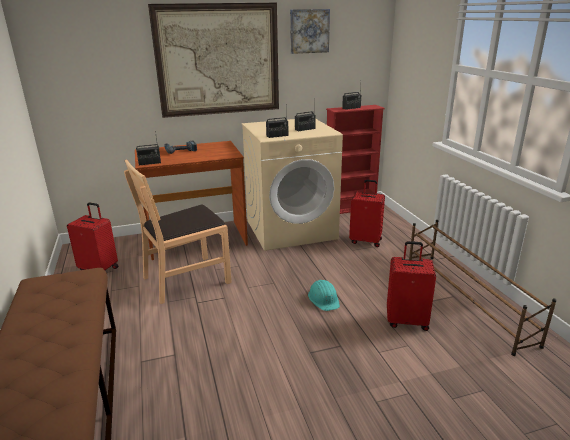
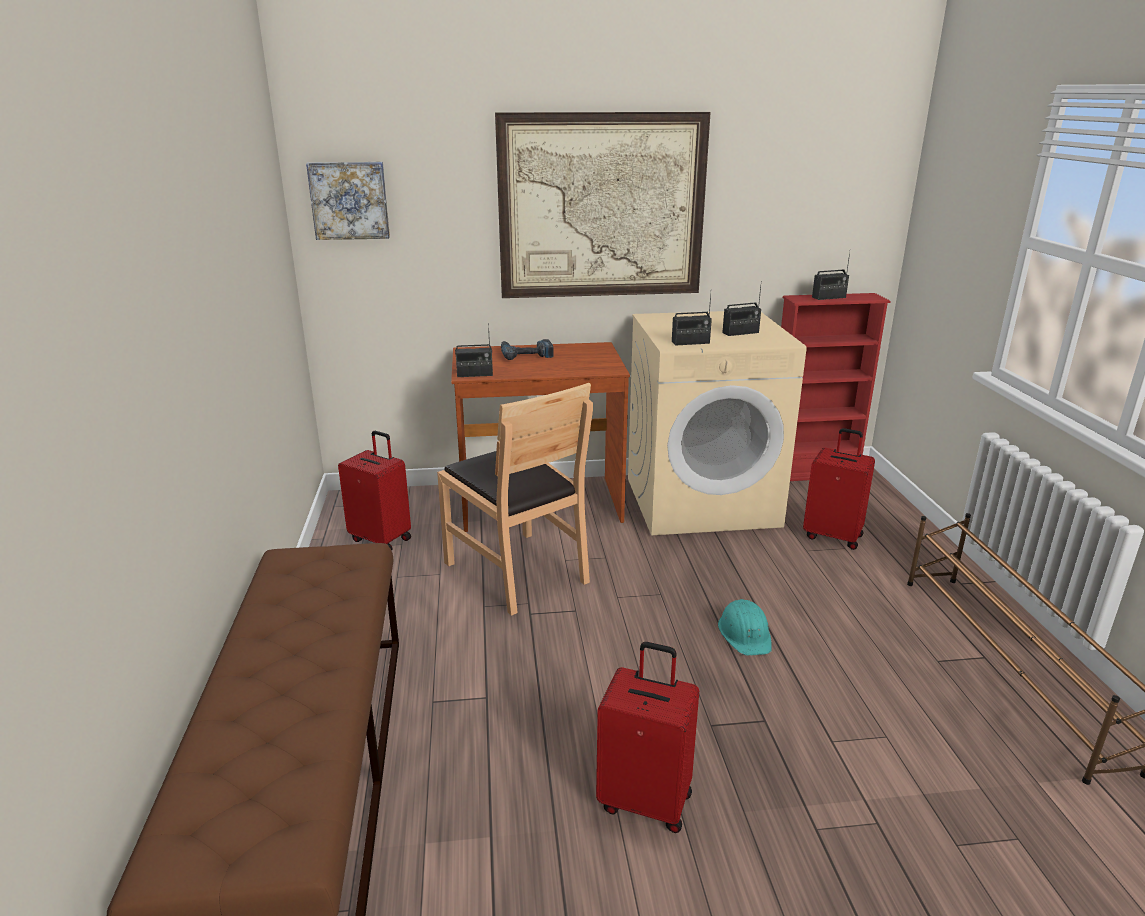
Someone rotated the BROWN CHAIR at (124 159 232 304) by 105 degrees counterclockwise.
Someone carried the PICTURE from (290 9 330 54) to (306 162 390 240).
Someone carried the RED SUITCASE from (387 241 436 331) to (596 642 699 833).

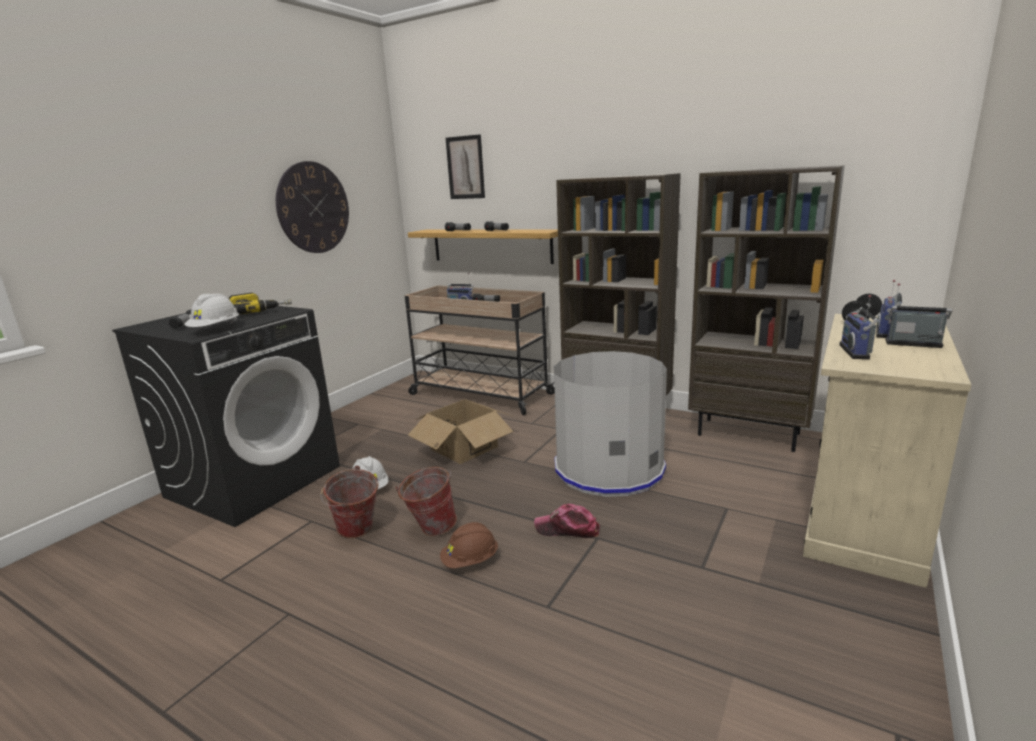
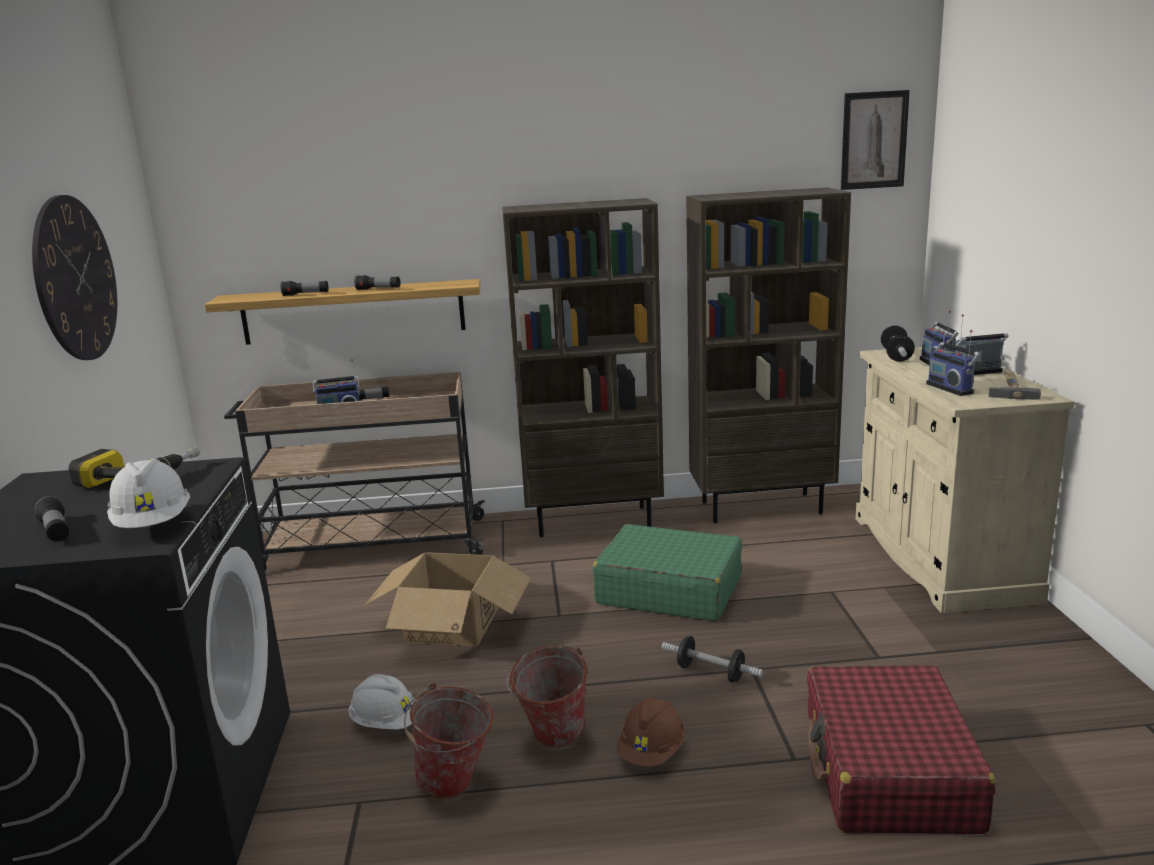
Someone carried the PICTURE from (446 134 485 199) to (841 90 910 190).
Someone swapped the CAP at (534 504 600 538) for the DUMBBELL at (662 636 763 683).
Someone swapped the GREY TRASH CAN at (554 351 667 497) for the GREEN SUITCASE at (593 524 742 621).
Someone put down the RED SUITCASE at (807 665 996 834).
Someone put down the HAMMER at (988 370 1041 400).

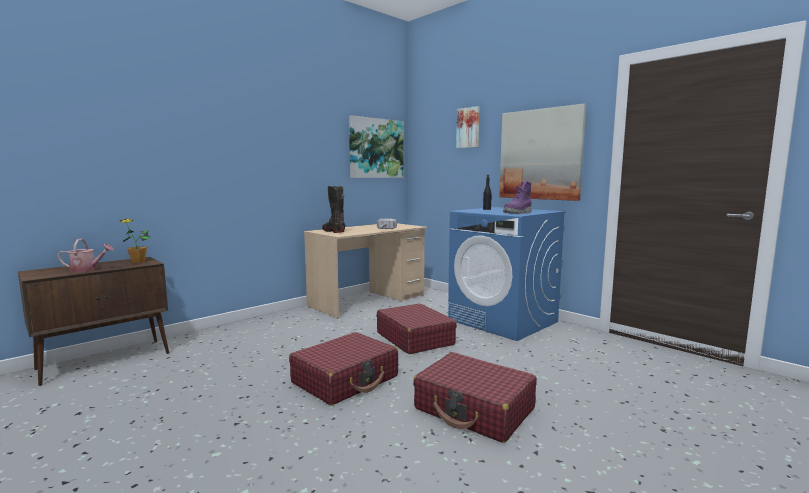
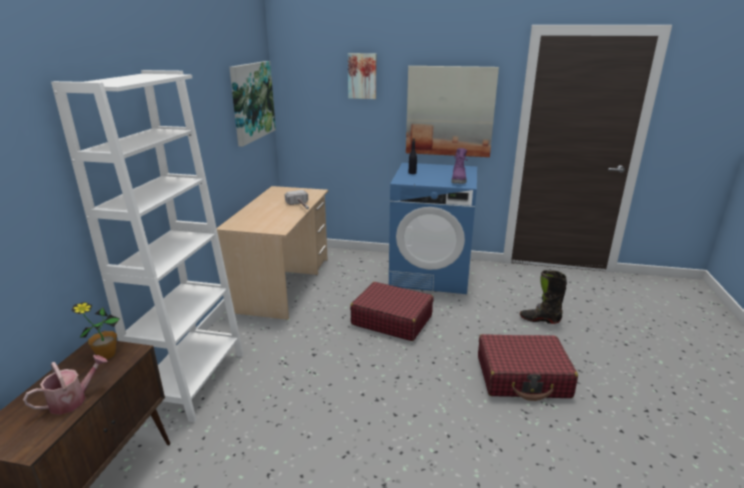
Someone took away the RED SUITCASE at (289 332 398 405).
Someone carried the BLACK BOOT from (322 186 345 233) to (520 270 567 324).
Someone put down the WHITE BOOKCASE at (51 70 244 422).

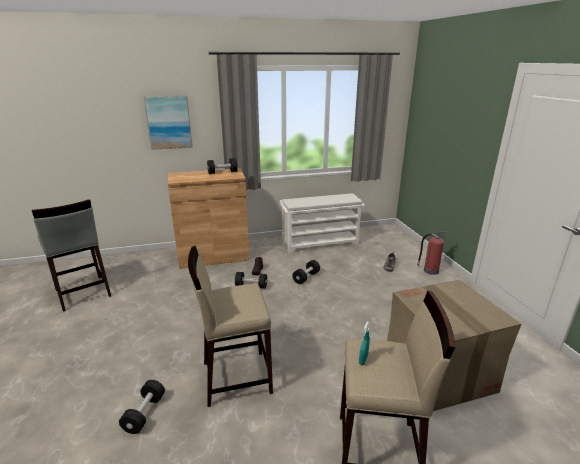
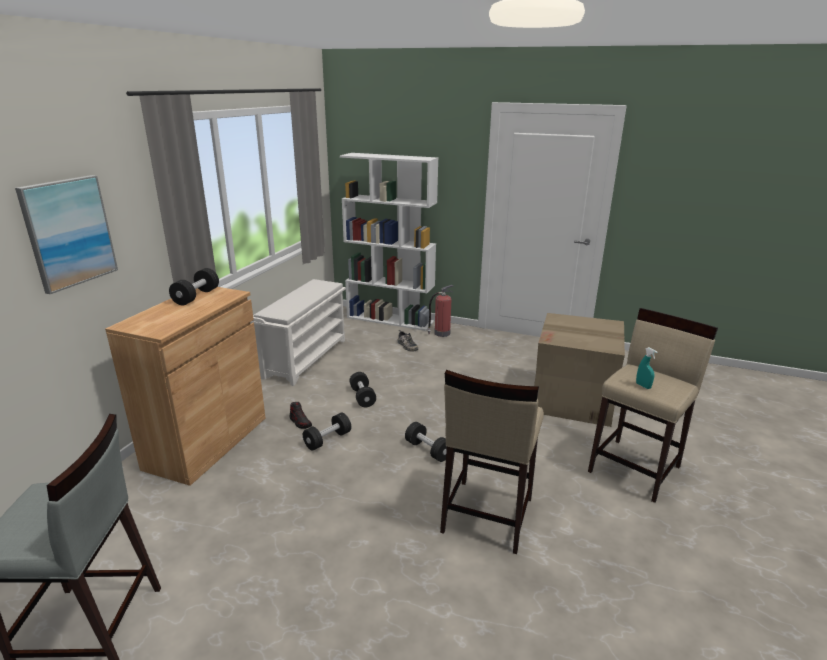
Someone carried the BLACK DUMBBELL from (119 380 165 434) to (405 422 447 462).
Someone put down the WHITE BOOKCASE at (340 153 438 331).

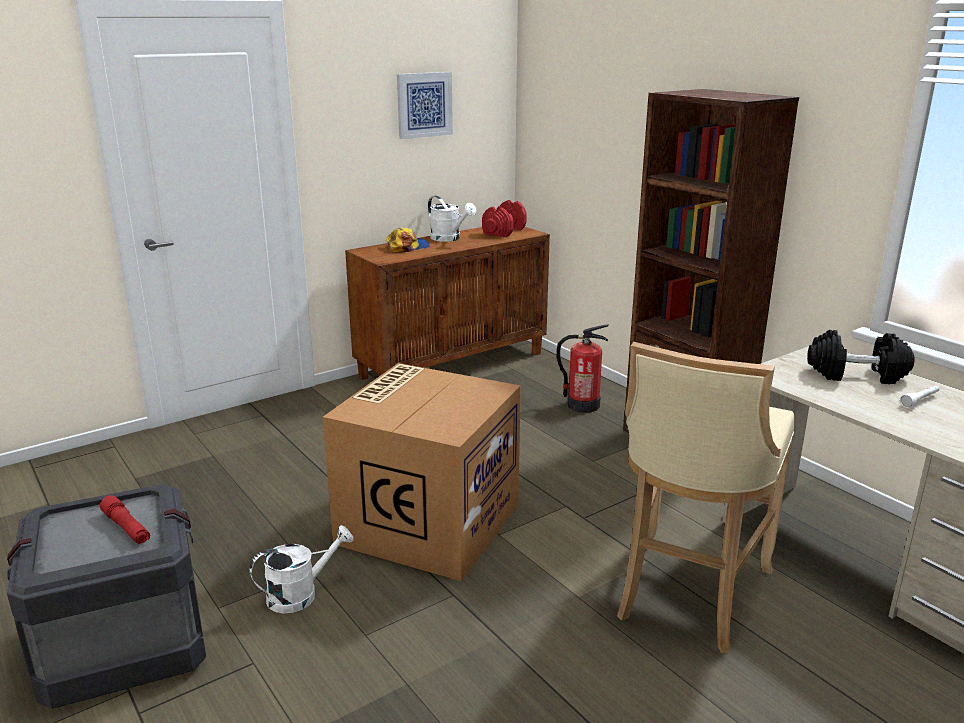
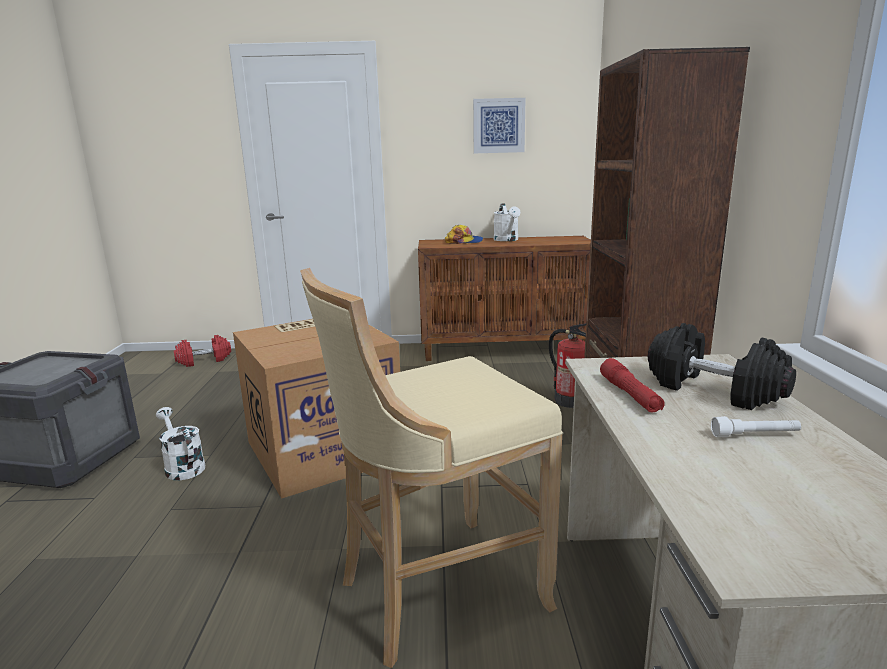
Someone carried the RED FLASHLIGHT from (100 495 150 544) to (600 358 665 412).
Someone rotated the WHITE WATERING CAN at (250 525 354 614) by 135 degrees counterclockwise.
Someone carried the RED DUMBBELL from (482 200 527 237) to (174 335 231 367).

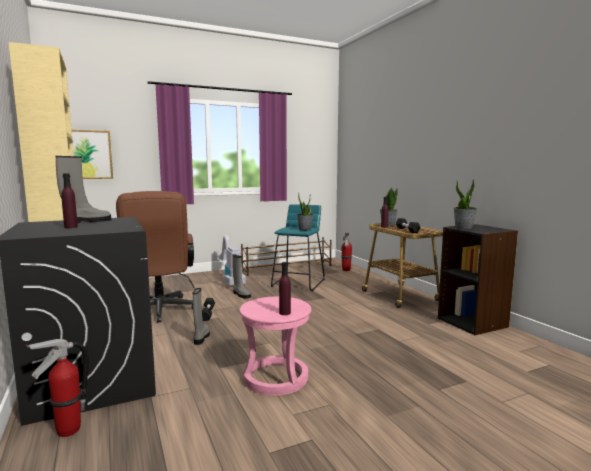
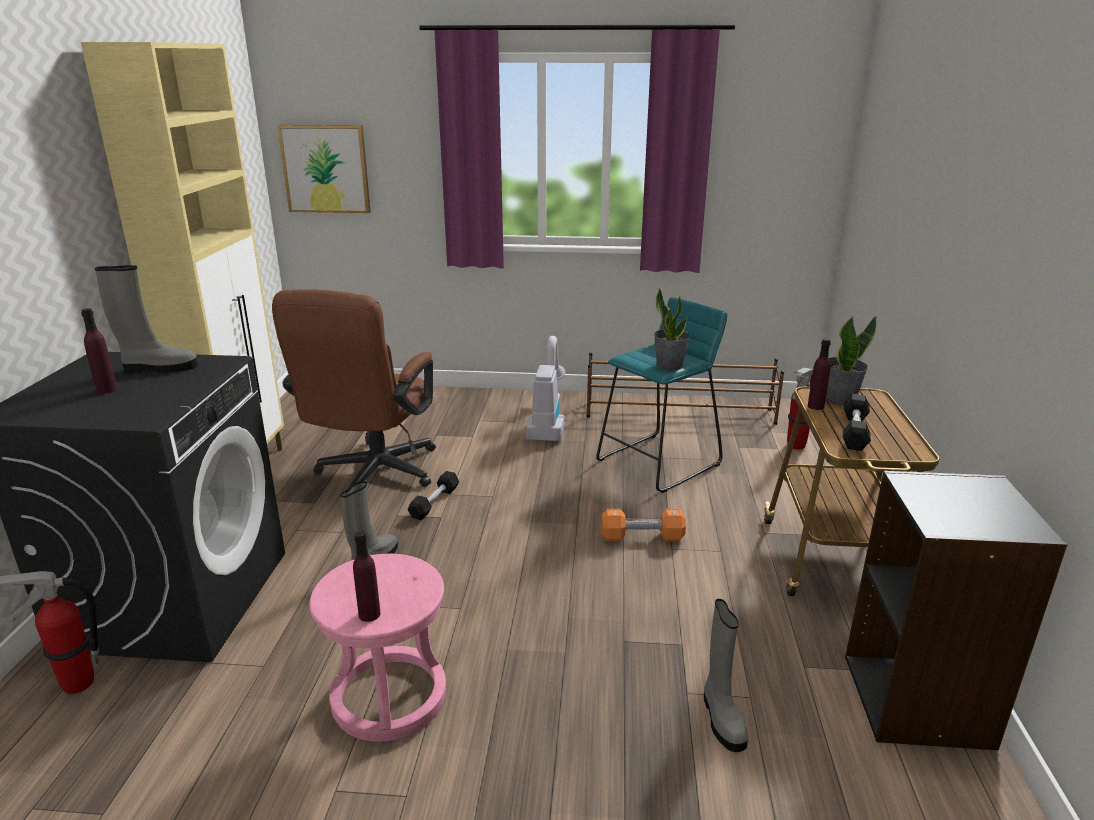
Someone carried the GREY BOOT from (232 254 251 298) to (704 599 748 752).
Someone took away the POTTED PLANT at (454 179 477 229).
Someone put down the ORANGE DUMBBELL at (601 509 686 541).

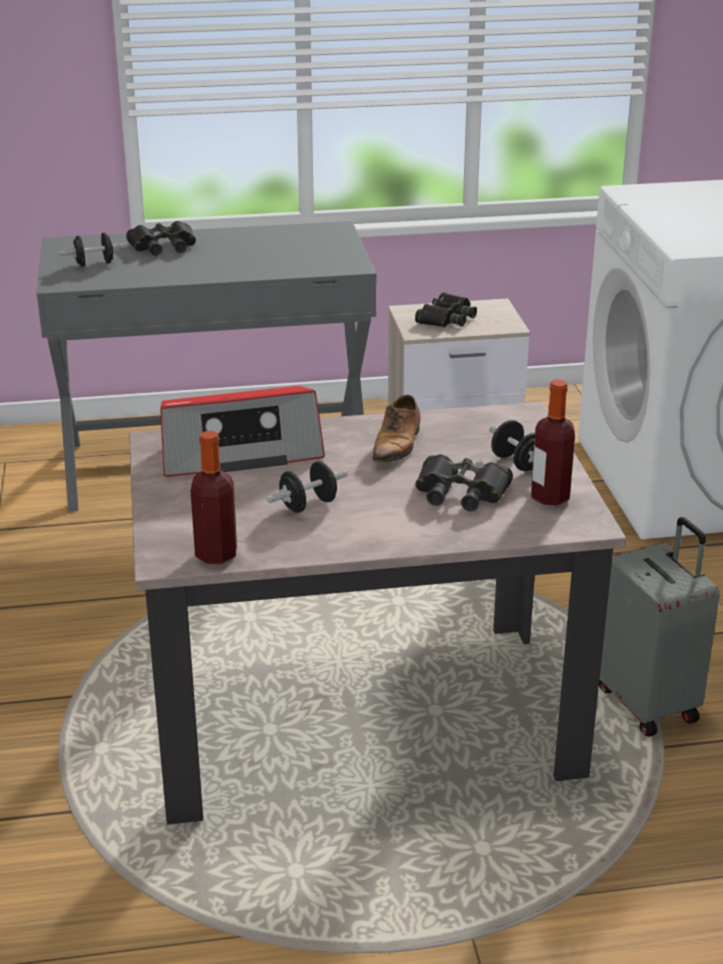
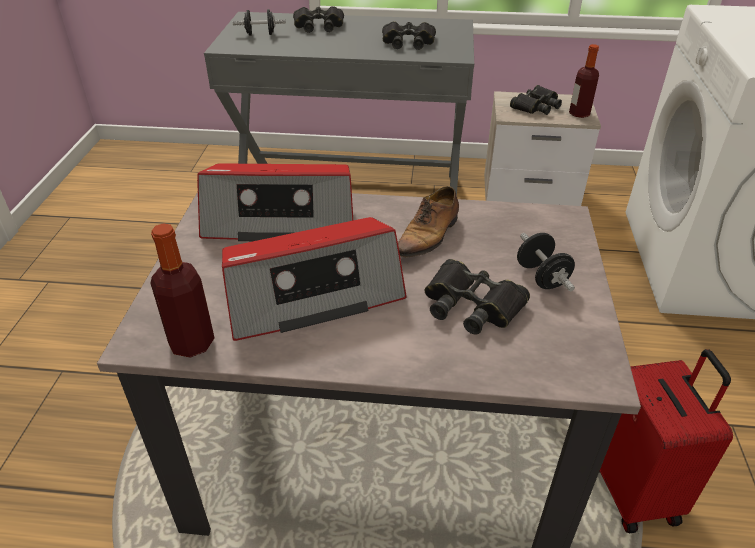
Someone swapped the BLACK DUMBBELL at (267 461 347 513) for the RADIO at (222 217 407 341).
Someone carried the BOTTLE from (531 379 575 505) to (569 44 599 118).
Someone repainted the GREY SUITCASE at (599 517 720 737), which became the RED SUITCASE at (599 349 733 533).
Someone put down the BLACK BINOCULARS at (382 21 436 50).

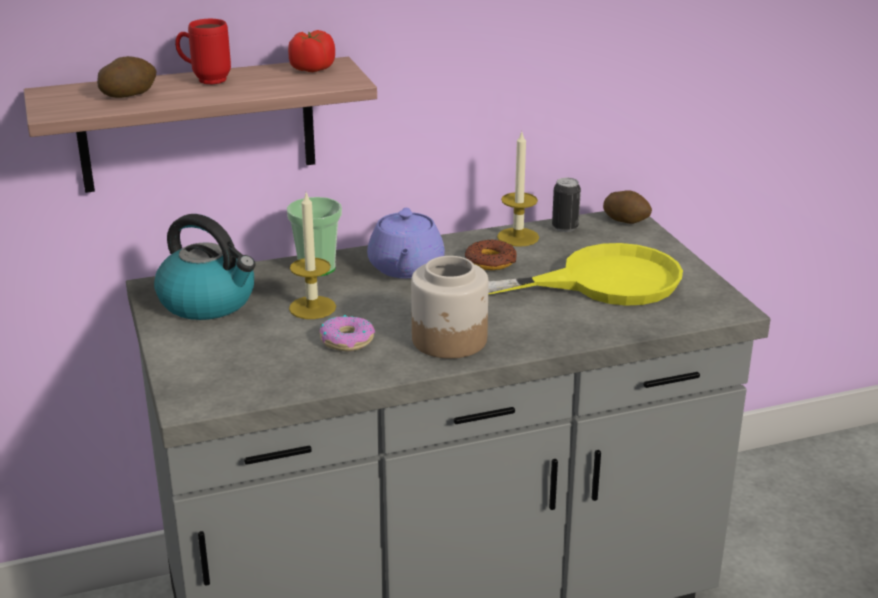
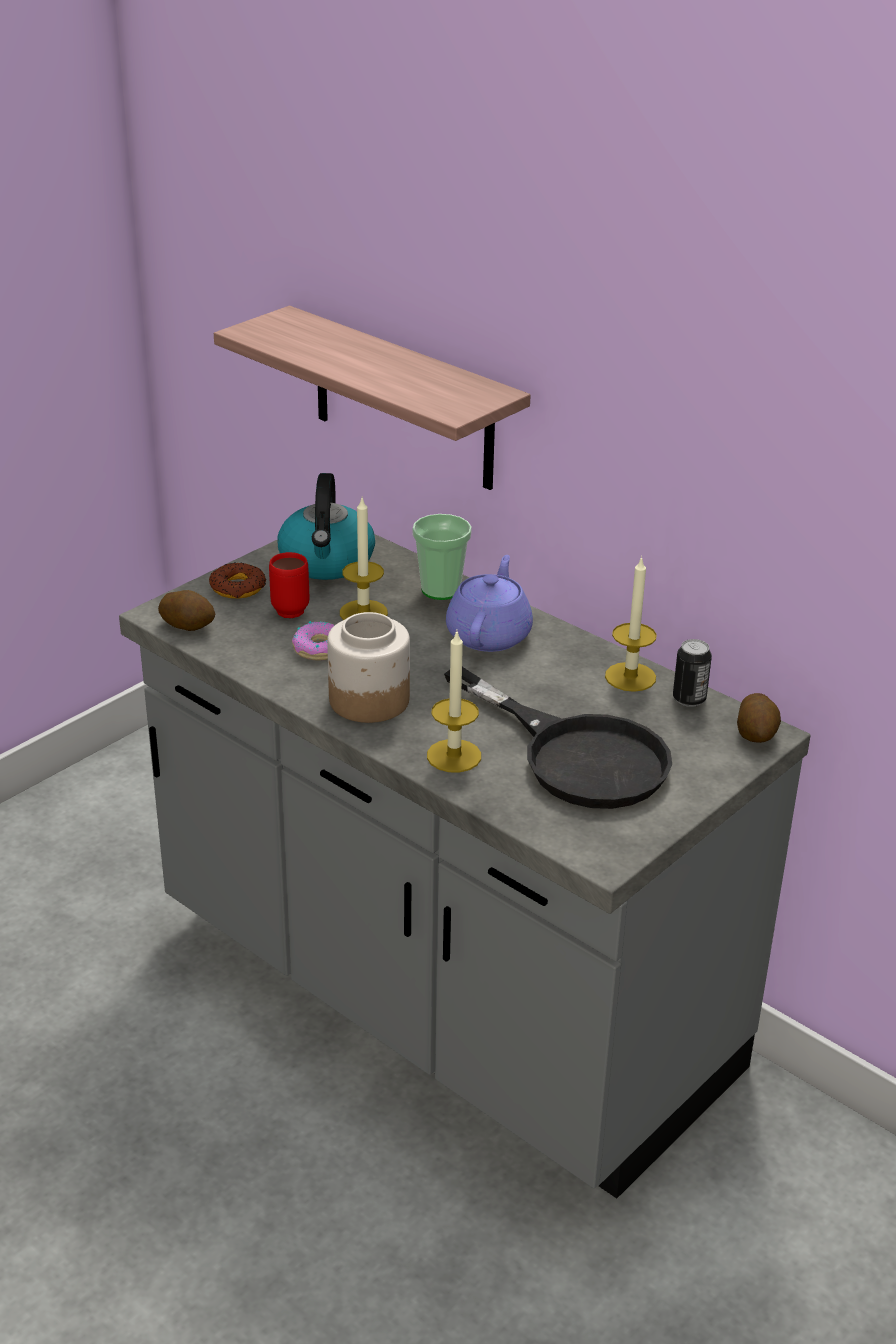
Someone carried the POTATO from (97 56 156 98) to (158 590 215 631).
Someone carried the RED MUG from (175 19 231 84) to (269 552 309 618).
Someone took away the TOMATO at (288 30 335 72).
Someone rotated the PURPLE TEAPOT at (367 208 445 278) by 135 degrees clockwise.
Someone carried the DONUT from (465 239 517 270) to (209 562 267 599).
Someone repainted the YELLOW FRYING PAN at (488 243 683 306), which became the BLACK FRYING PAN at (444 667 672 809).
Someone put down the CANDLE at (427 632 481 773).

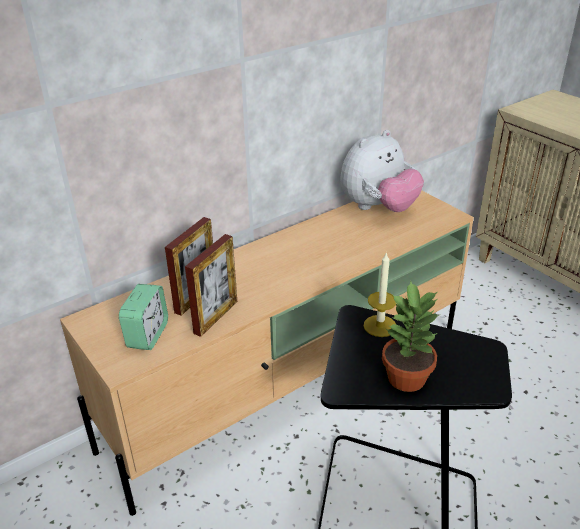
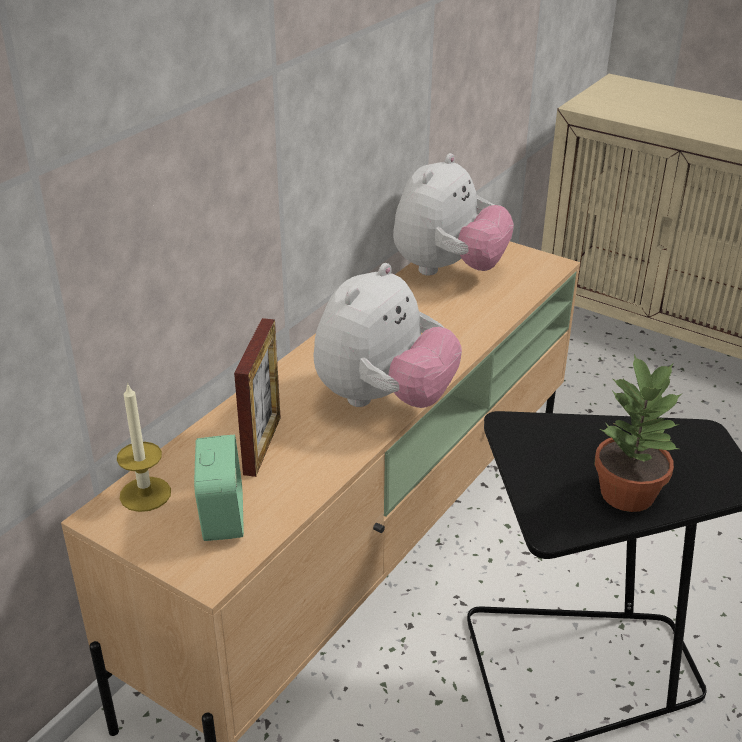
Someone took away the PICTURE FRAME at (185 234 237 337).
Someone carried the CANDLE from (364 252 397 337) to (117 382 171 512).
Someone put down the PLUSH TOY at (314 263 462 408).

